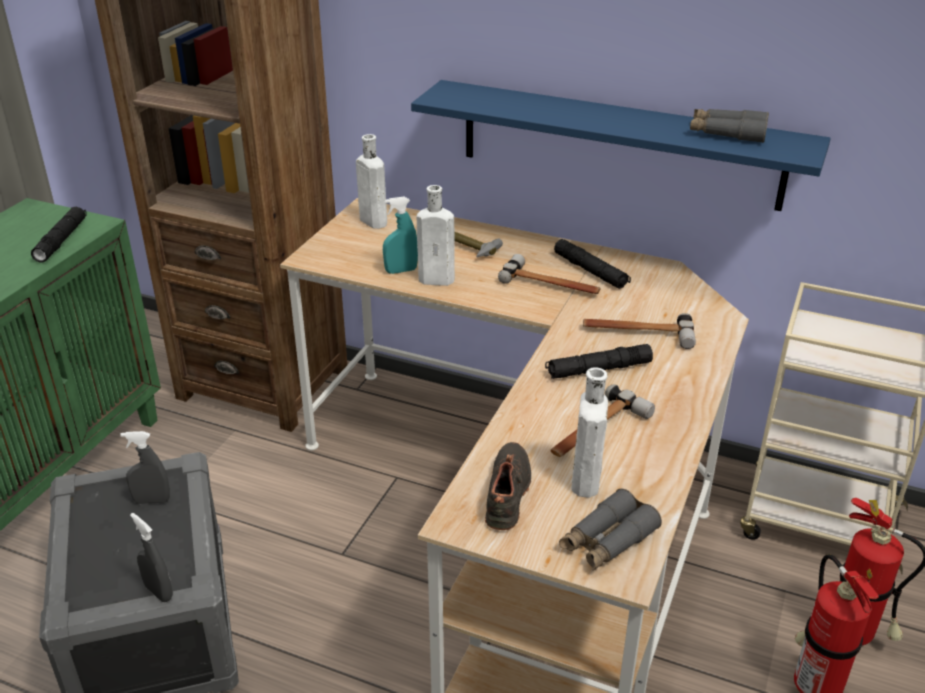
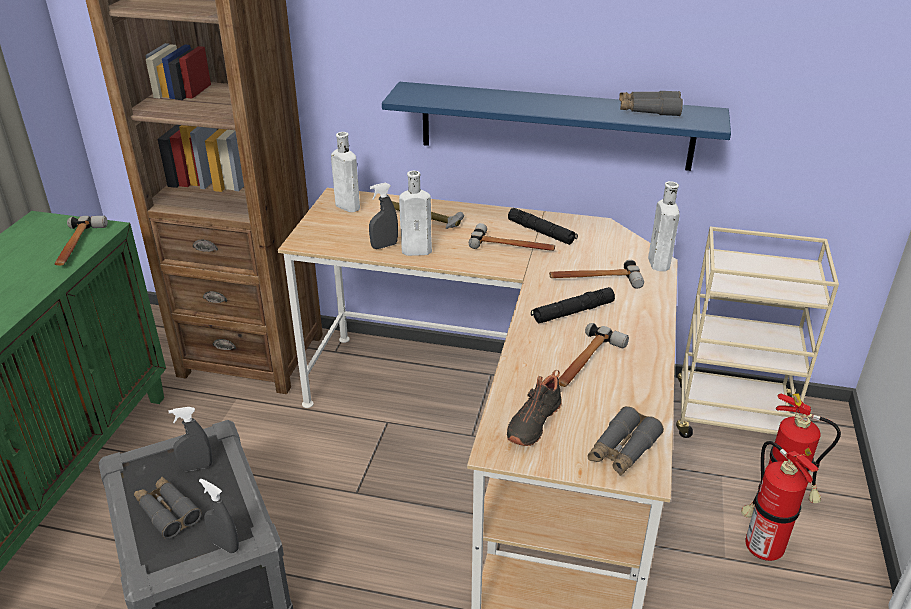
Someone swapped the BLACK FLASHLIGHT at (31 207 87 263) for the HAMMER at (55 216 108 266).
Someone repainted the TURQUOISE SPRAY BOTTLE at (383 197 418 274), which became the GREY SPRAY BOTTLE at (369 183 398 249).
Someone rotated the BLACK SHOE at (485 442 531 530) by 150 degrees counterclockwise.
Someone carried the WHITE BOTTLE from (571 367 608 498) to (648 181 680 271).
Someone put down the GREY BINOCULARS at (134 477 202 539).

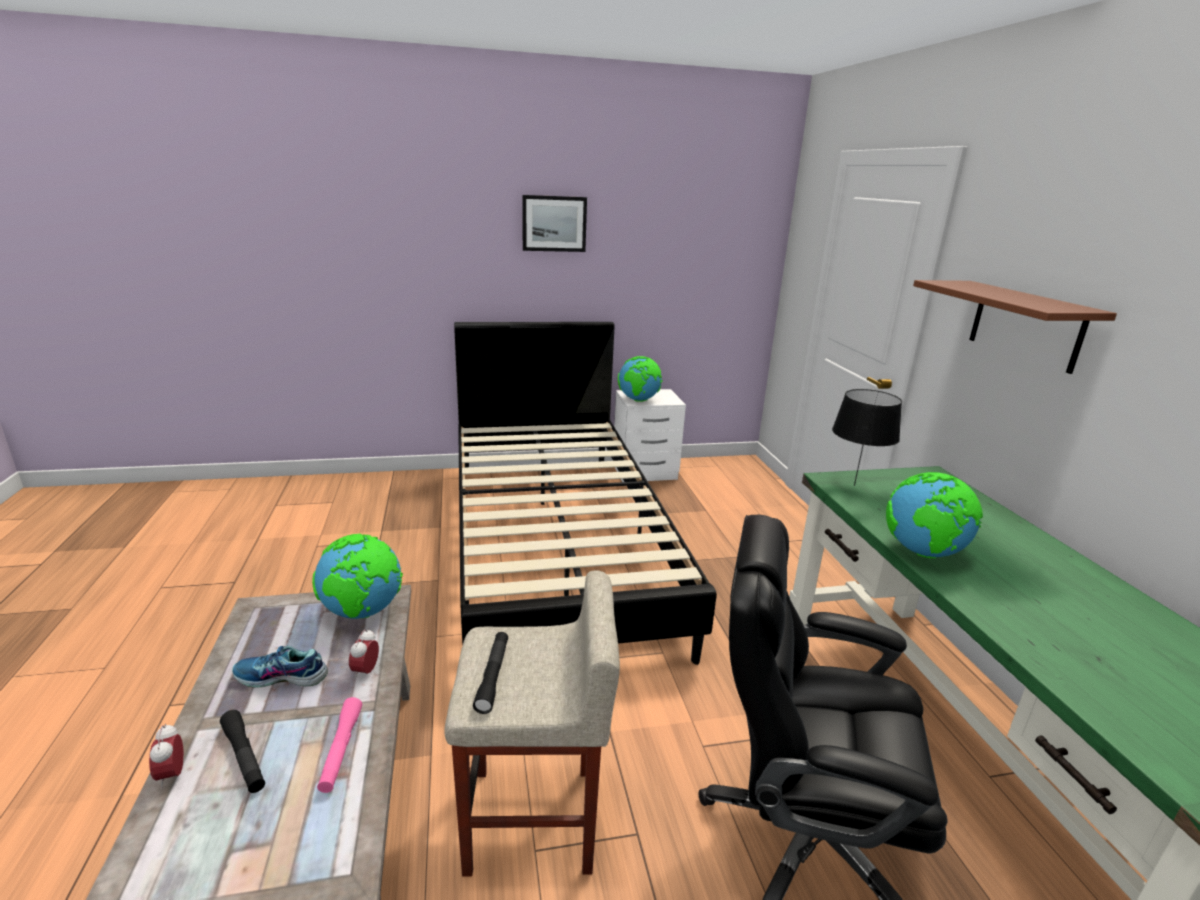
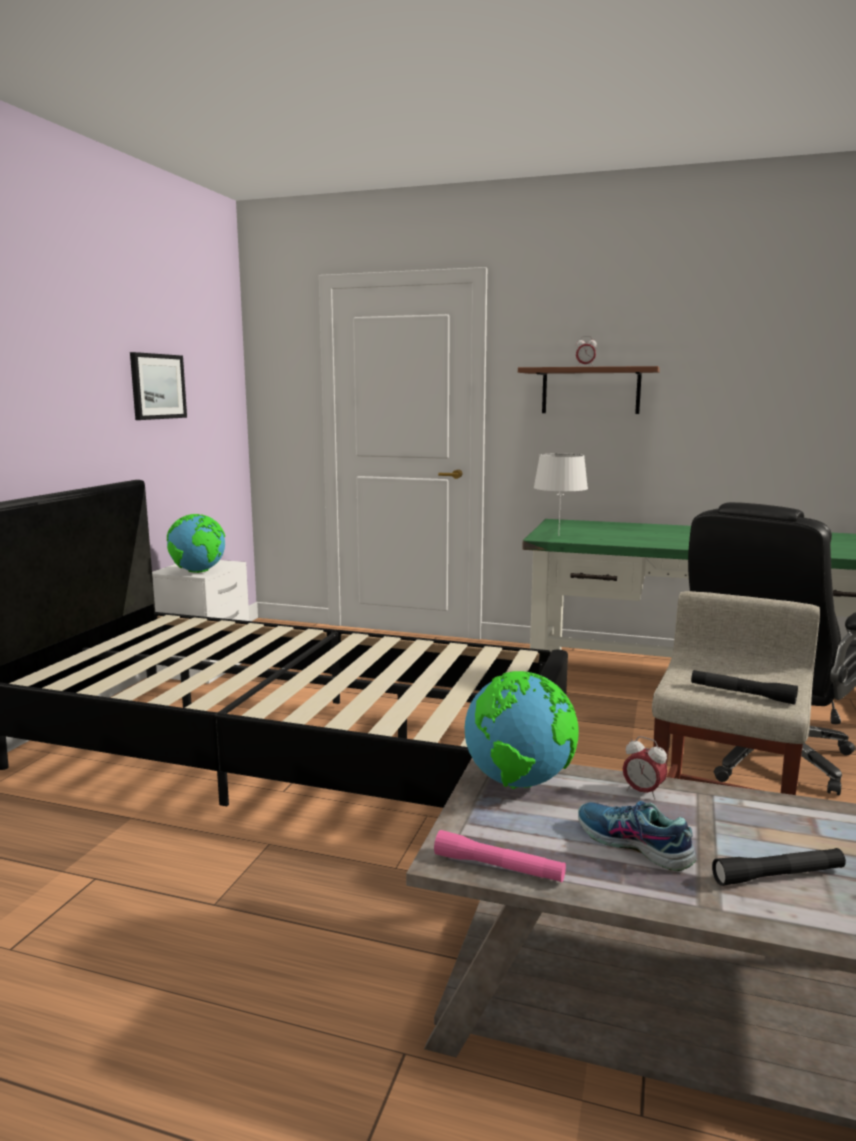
Someone carried the ALARM CLOCK from (149 724 184 789) to (576 336 597 366).
Someone rotated the SHOE at (232 646 328 688) by 105 degrees clockwise.
Someone carried the PINK FLASHLIGHT from (317 697 362 793) to (434 830 566 882).
Someone carried the PICTURE from (522 195 587 252) to (130 352 187 420).
Someone repainted the BLACK TABLE LAMP at (832 389 902 486), which became the WHITE TABLE LAMP at (534 453 588 536).
Someone took away the GLOBE at (886 472 983 558).

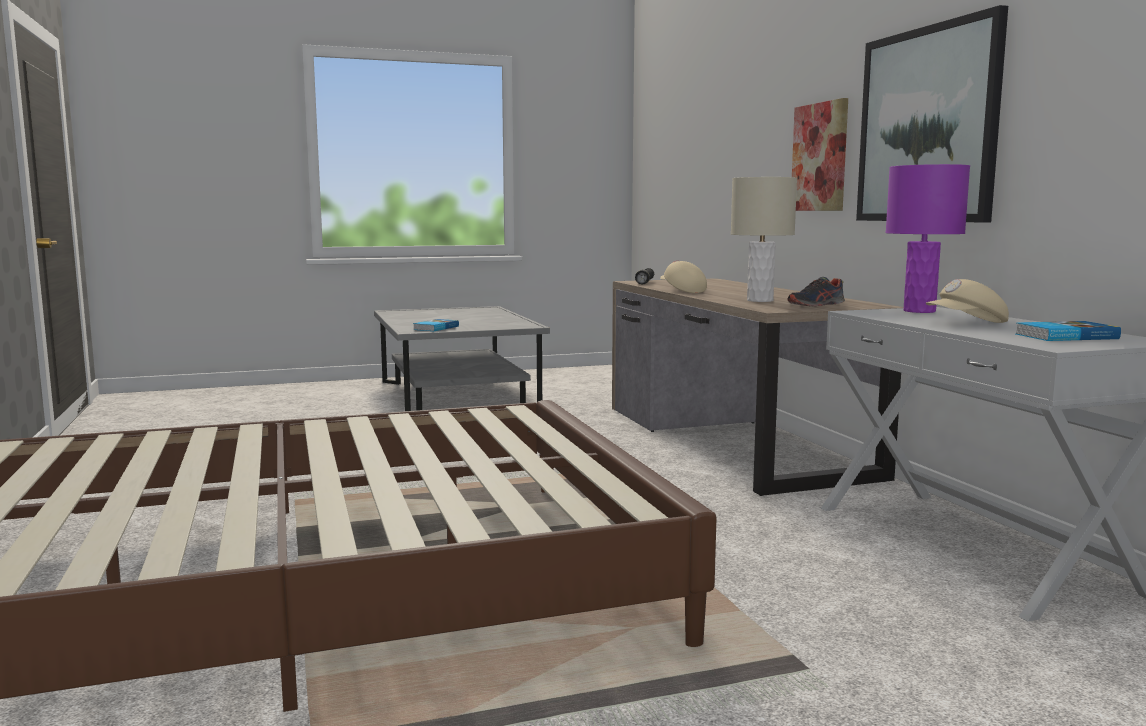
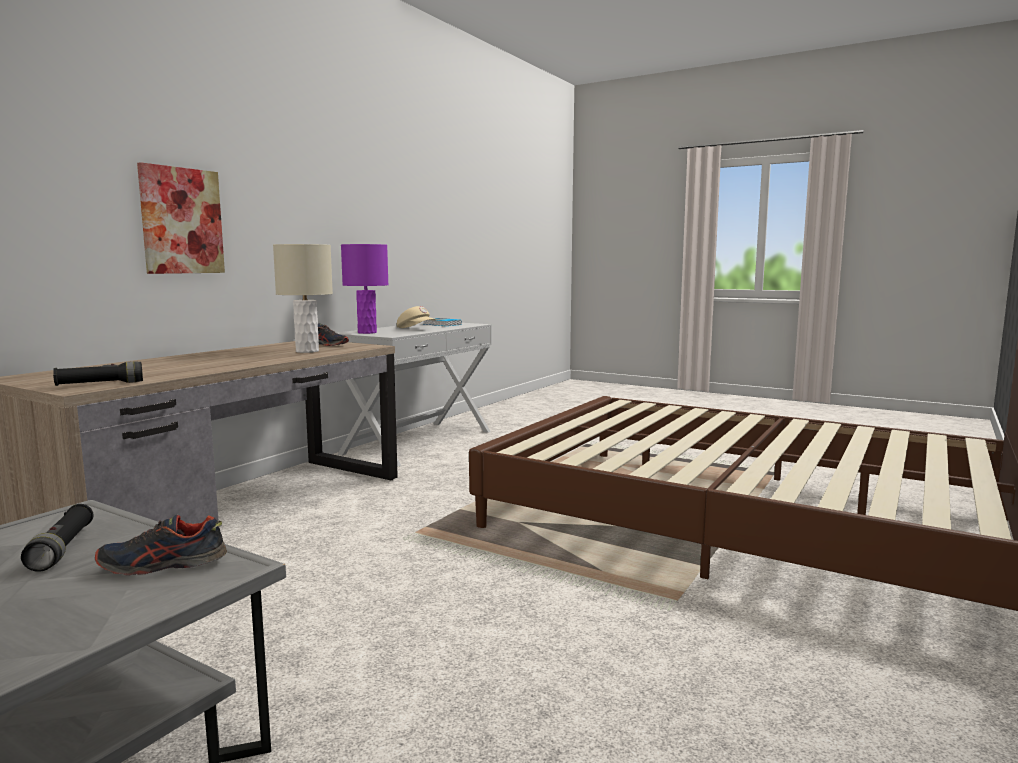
Someone swapped the BOOK at (413 319 459 331) for the SHOE at (95 514 227 576).
Someone took away the BEIGE CAP at (660 261 707 293).
Someone took away the PICTURE at (856 5 1008 223).
Someone put down the BLACK FLASHLIGHT at (21 504 94 572).

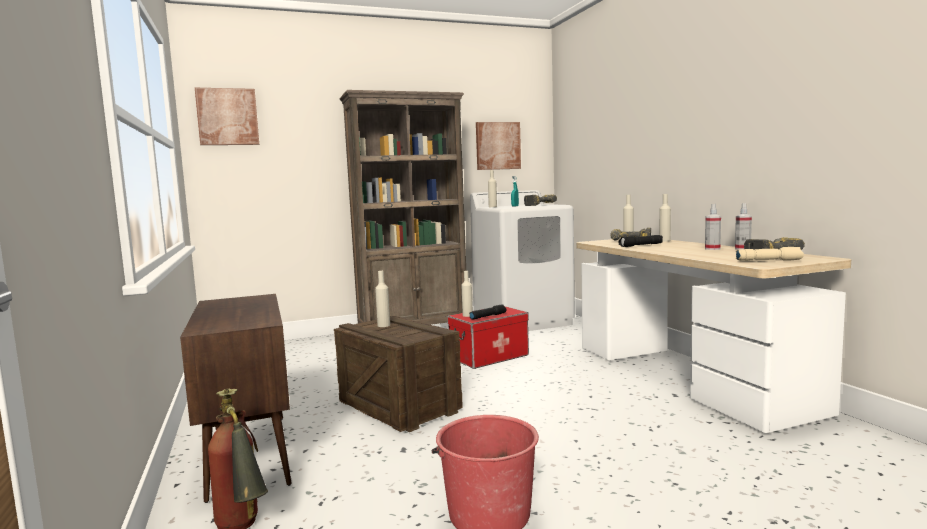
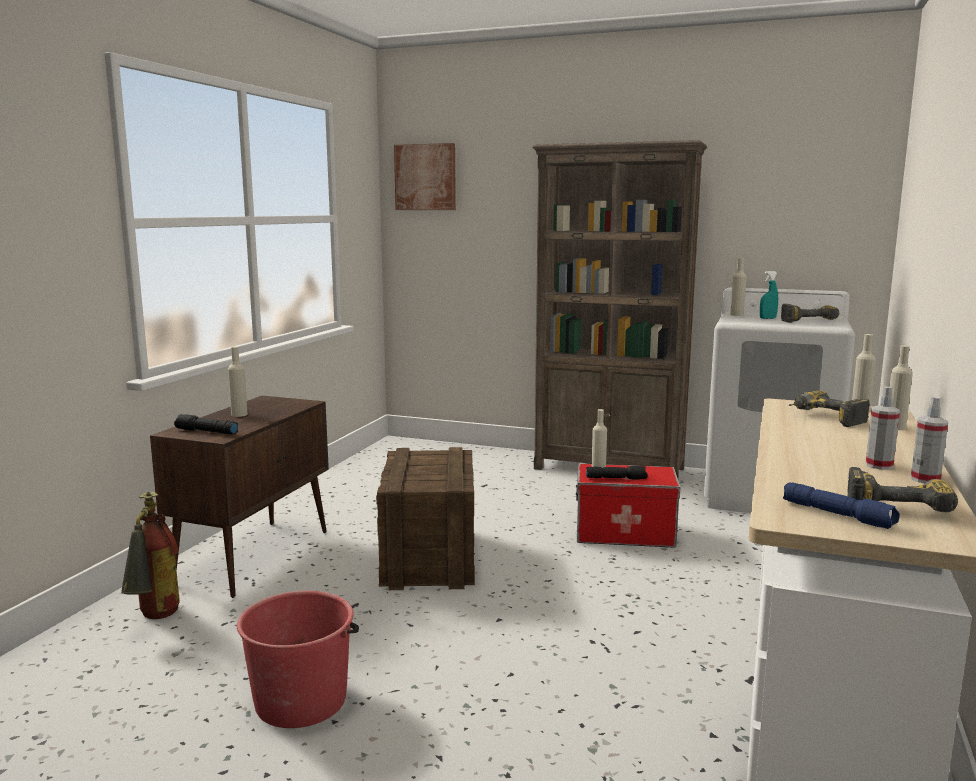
Someone carried the BEIGE BOTTLE from (375 271 390 327) to (228 346 248 417).
Someone took away the PICTURE at (476 122 521 170).
Someone carried the BLACK FLASHLIGHT from (618 235 663 247) to (174 414 238 435).
Someone repainted the BEIGE FLASHLIGHT at (736 247 804 261), which became the BLUE FLASHLIGHT at (783 482 900 529).

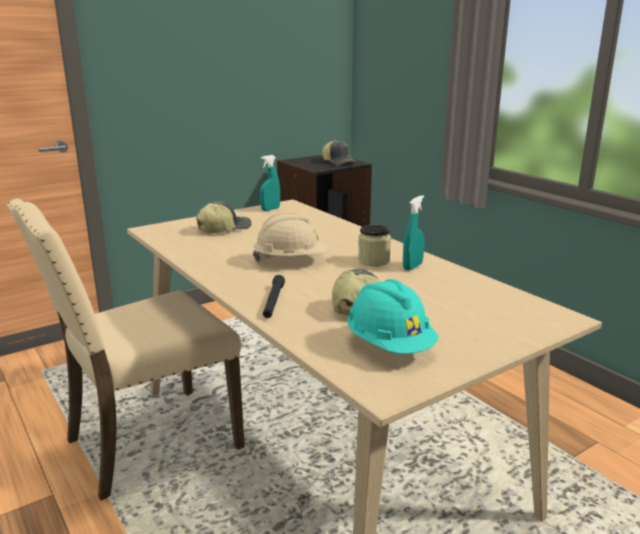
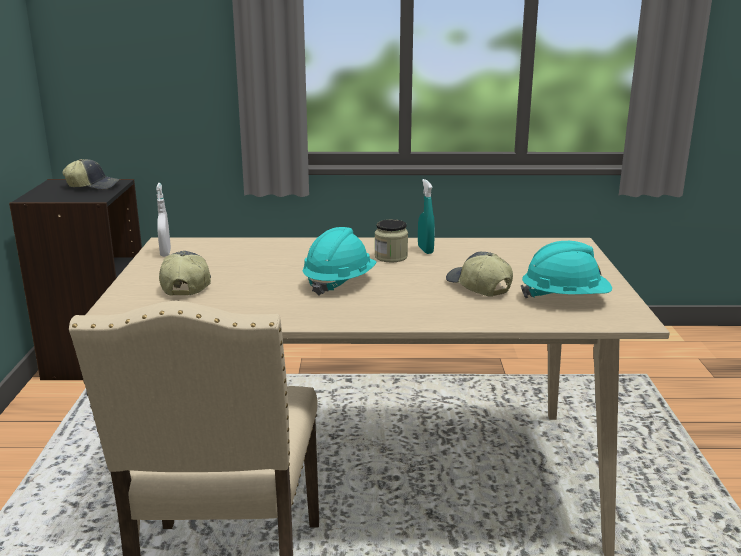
Someone repainted the BEIGE HARD HAT at (253 212 327 262), which became the TURQUOISE HARD HAT at (303 227 377 296).
Someone repainted the TURQUOISE SPRAY BOTTLE at (260 155 280 211), which became the WHITE SPRAY BOTTLE at (156 183 171 257).
Someone took away the BLACK FLASHLIGHT at (263 275 285 318).

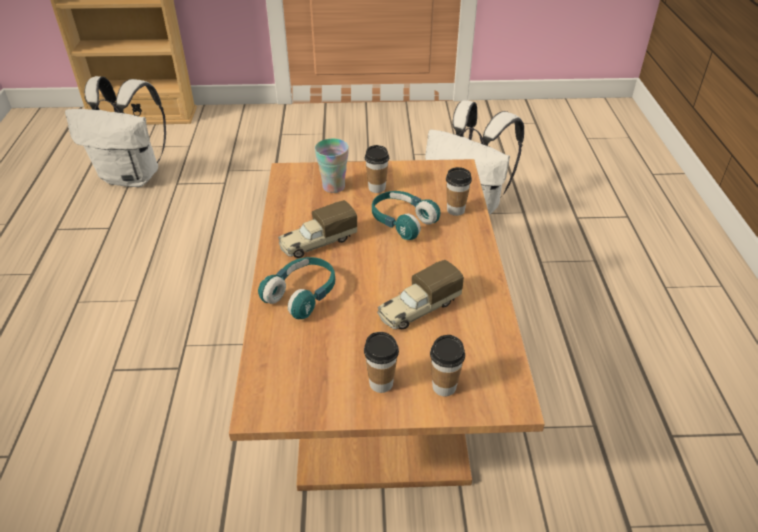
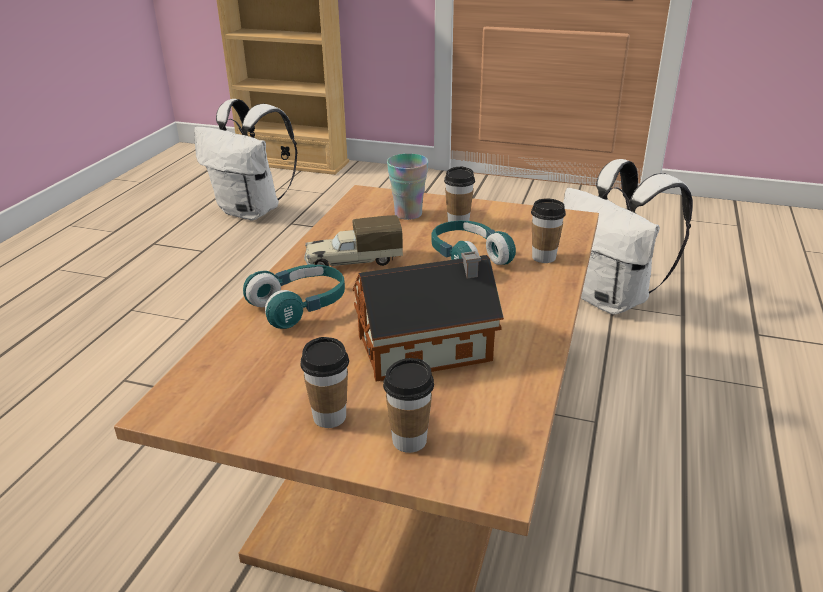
Someone swapped the TOY TRUCK at (377 260 464 329) for the TOY HOUSE at (352 251 504 381).

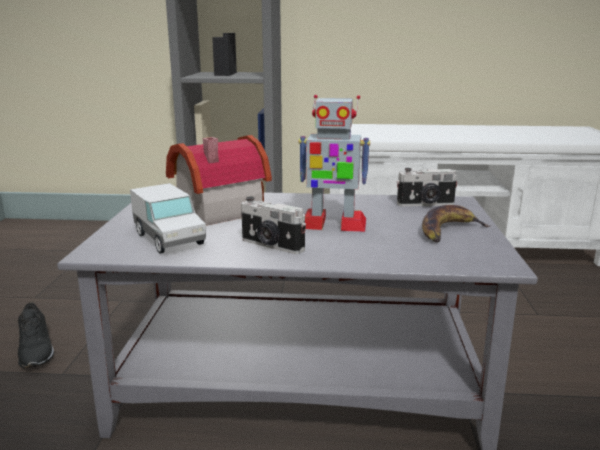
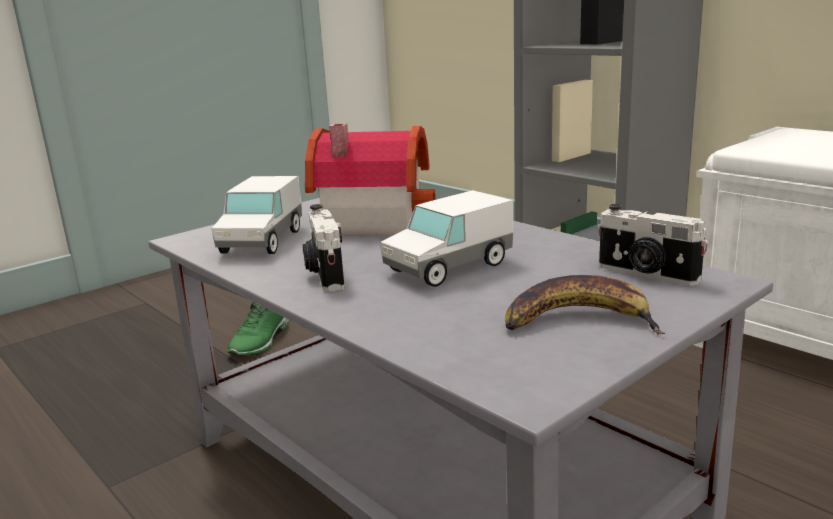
Someone repainted the BLACK SHOE at (18 302 54 368), which became the GREEN SHOE at (227 302 289 356).
Someone swapped the TOY ROBOT at (298 95 370 232) for the TOY TRUCK at (380 190 513 287).

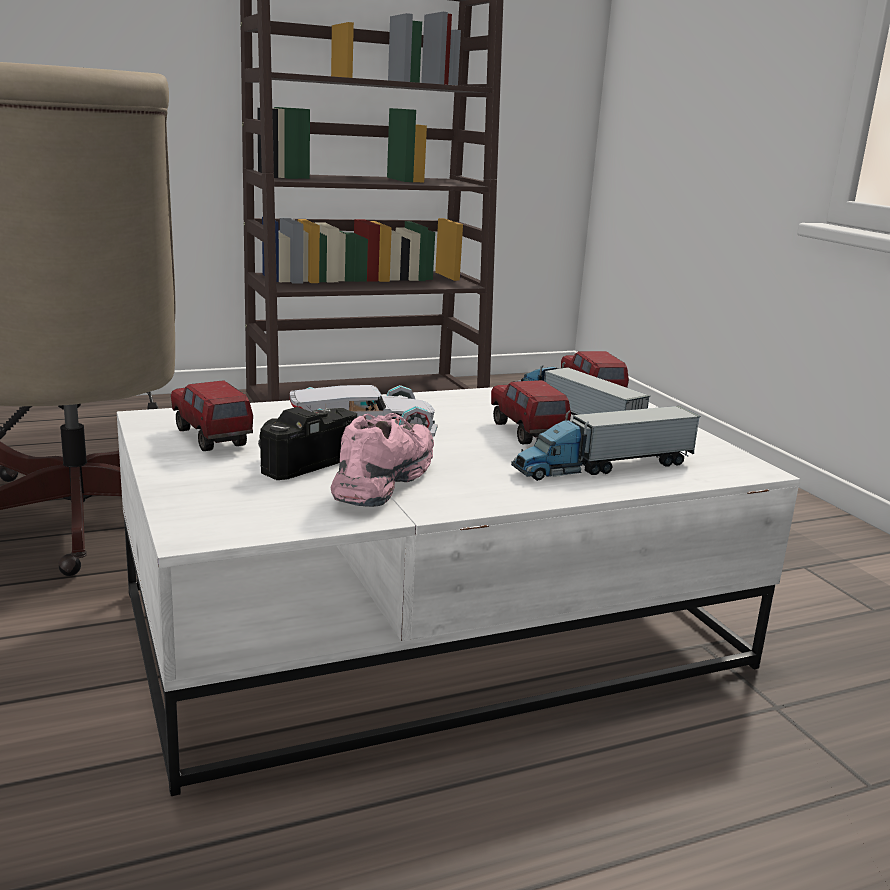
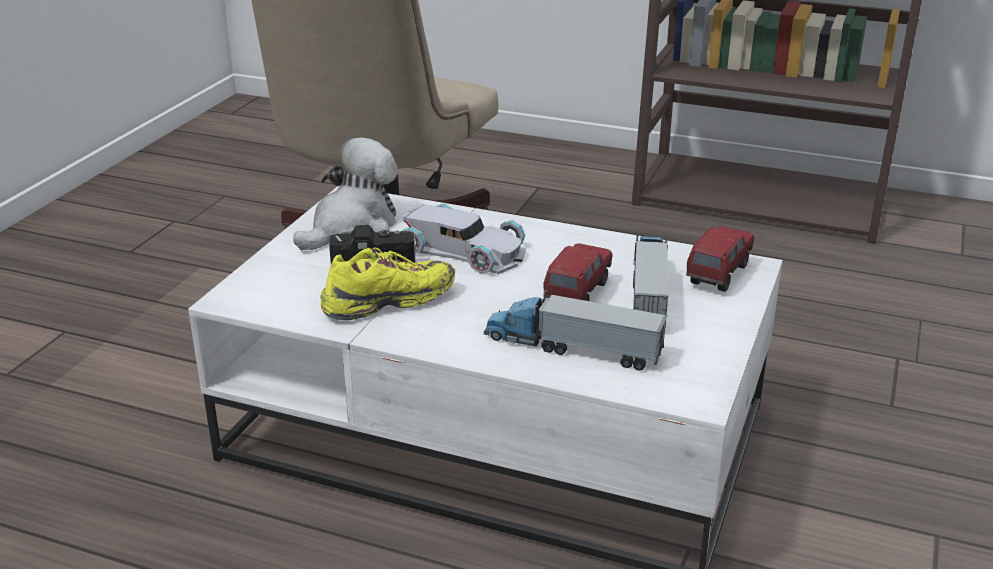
Someone swapped the TOY TRUCK at (171 380 253 451) for the PLUSH TOY at (293 137 397 250).
Someone repainted the PINK SHOE at (331 413 434 507), which became the YELLOW SHOE at (320 247 455 320).

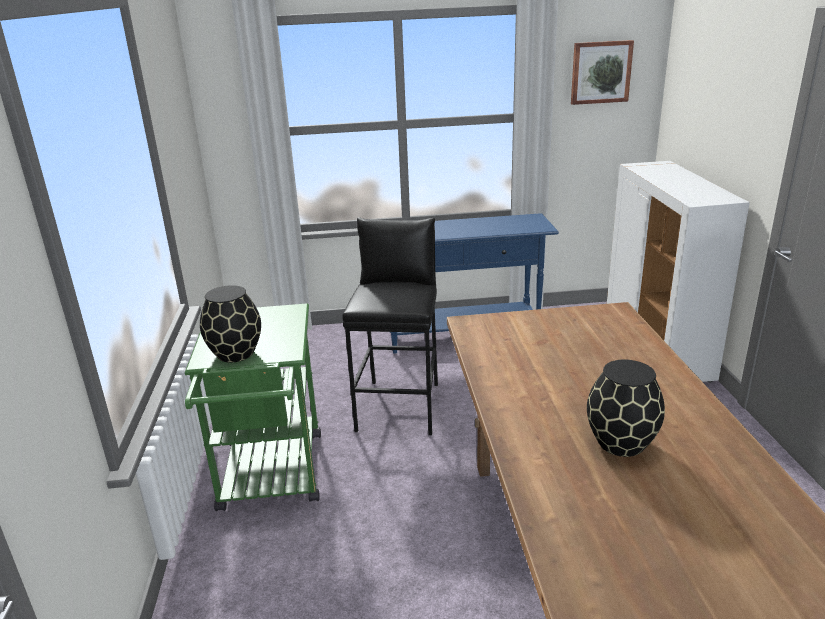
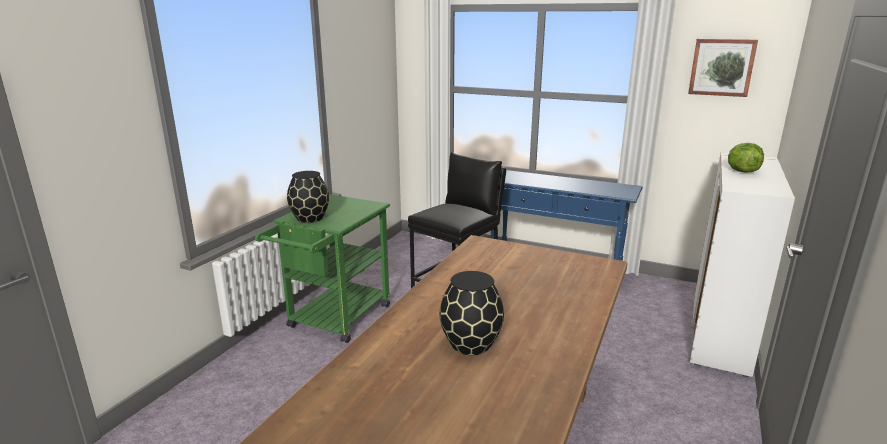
Someone put down the LETTUCE at (728 143 764 173).

